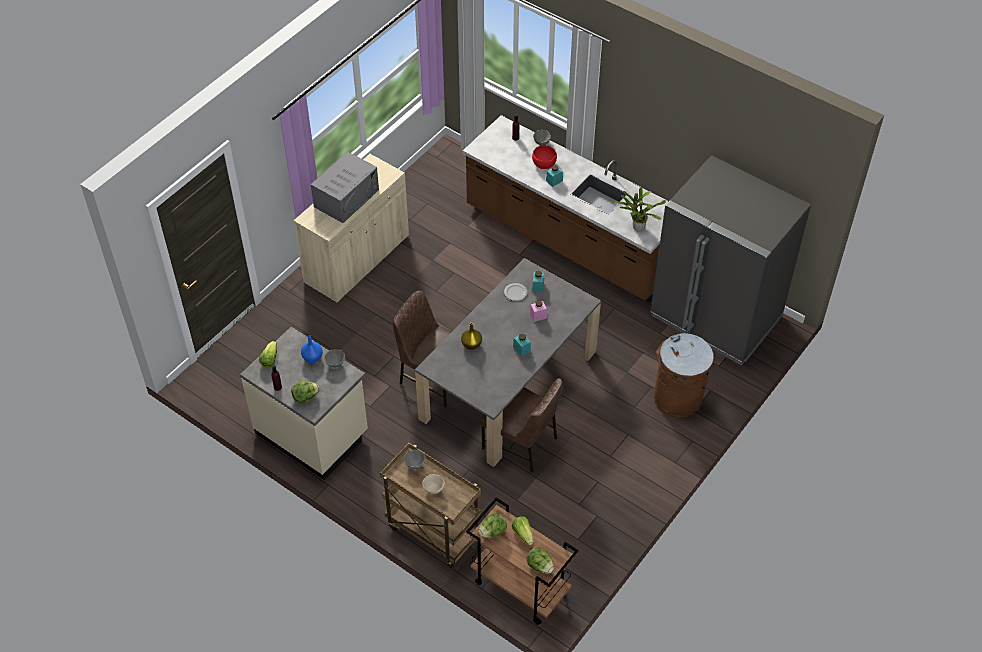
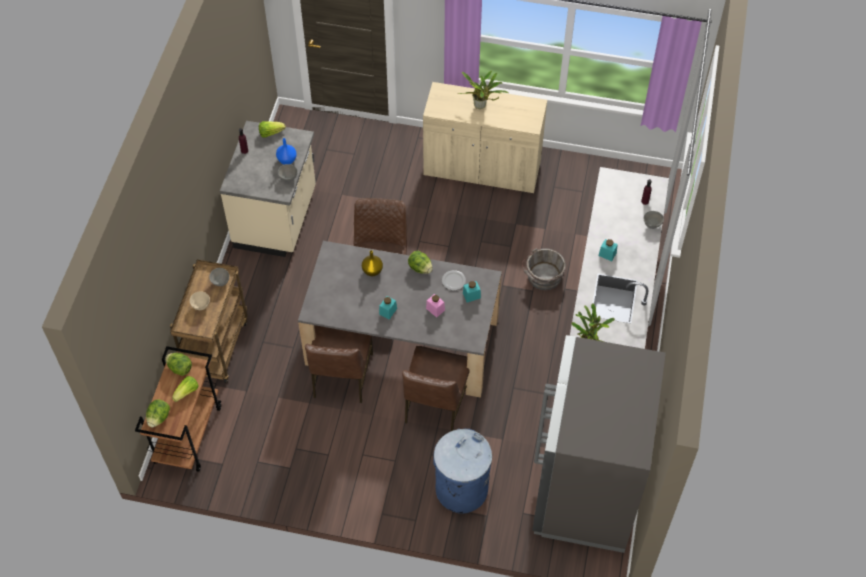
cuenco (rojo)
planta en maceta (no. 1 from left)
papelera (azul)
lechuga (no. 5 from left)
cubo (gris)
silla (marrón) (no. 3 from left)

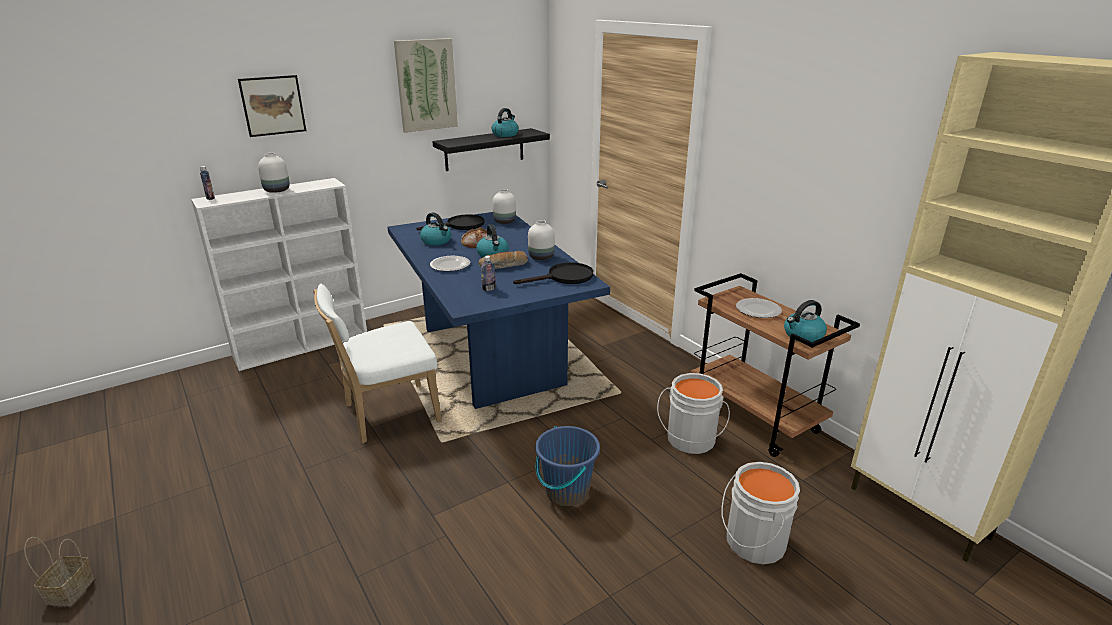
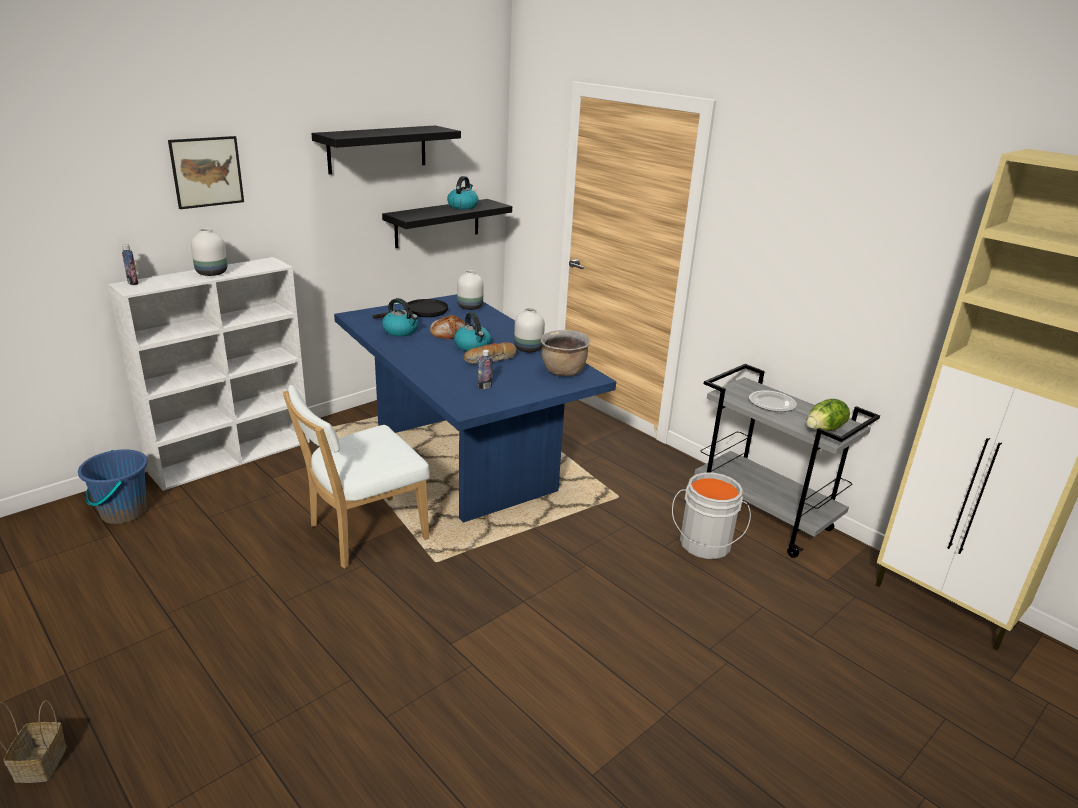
estante (negro) (no. 1 from left)
plato (no. 1 from left in the first image)
olla (marrón)
carrito (gris)
lechuga
cubo (azul)
cubo (gris) (no. 2 from left in the first image)

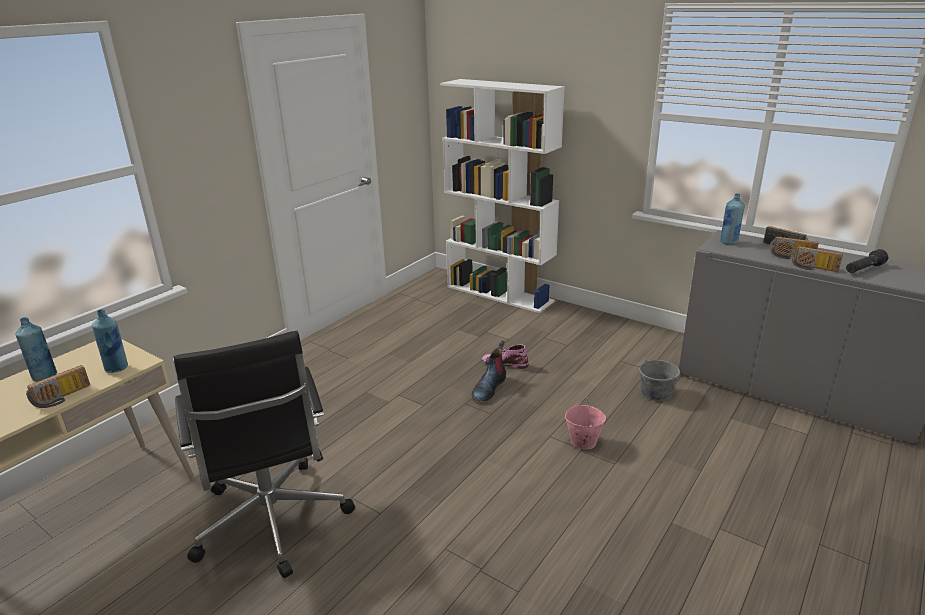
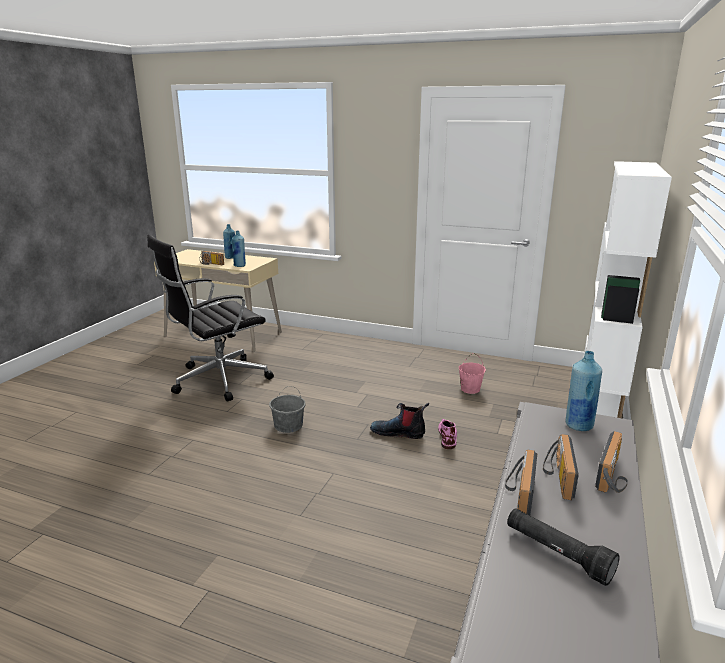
cubo (gris)
cubo (rosa)

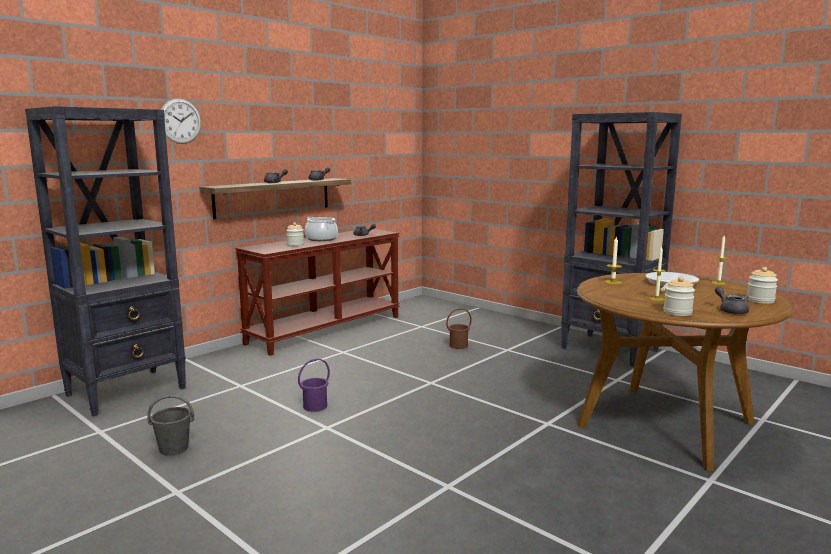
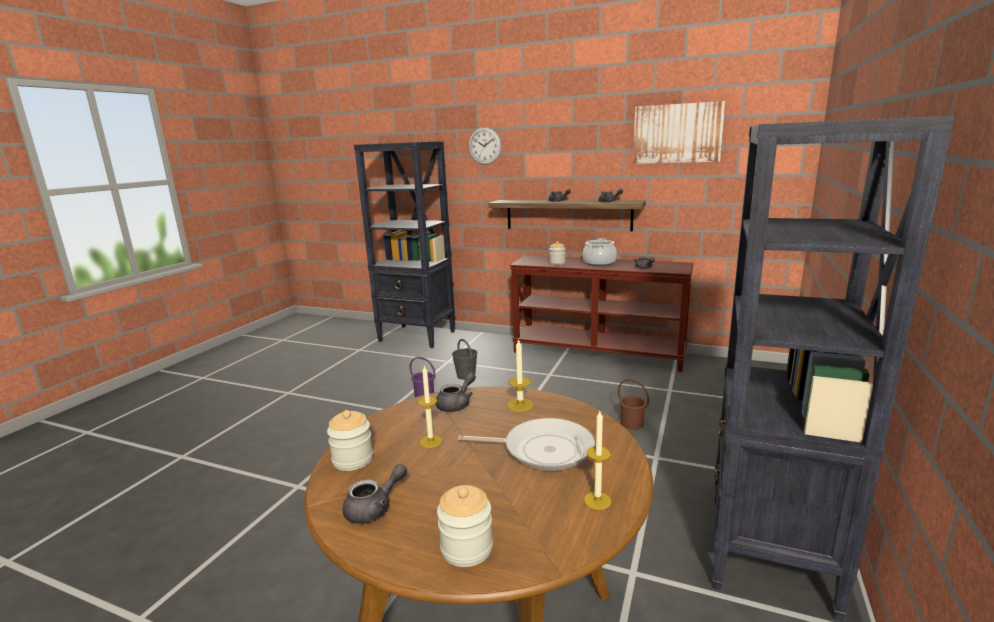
cubo (gris)
cuadro
tetera (gris) (no. 2 from left)

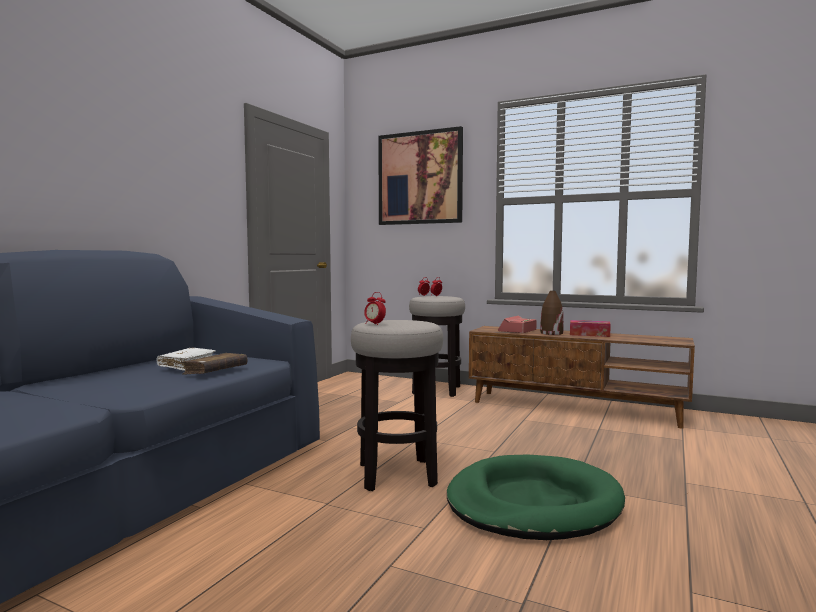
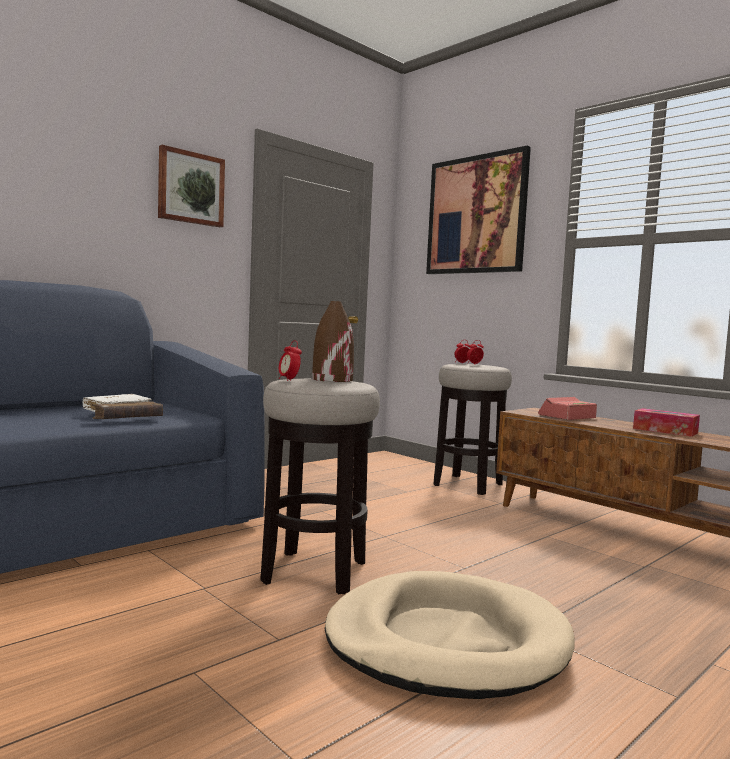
florero (marrón)
cama para perro (beis)
cuadro (no. 1 from left)

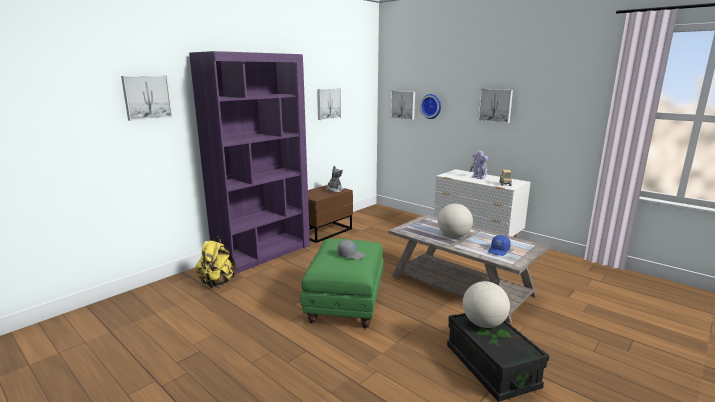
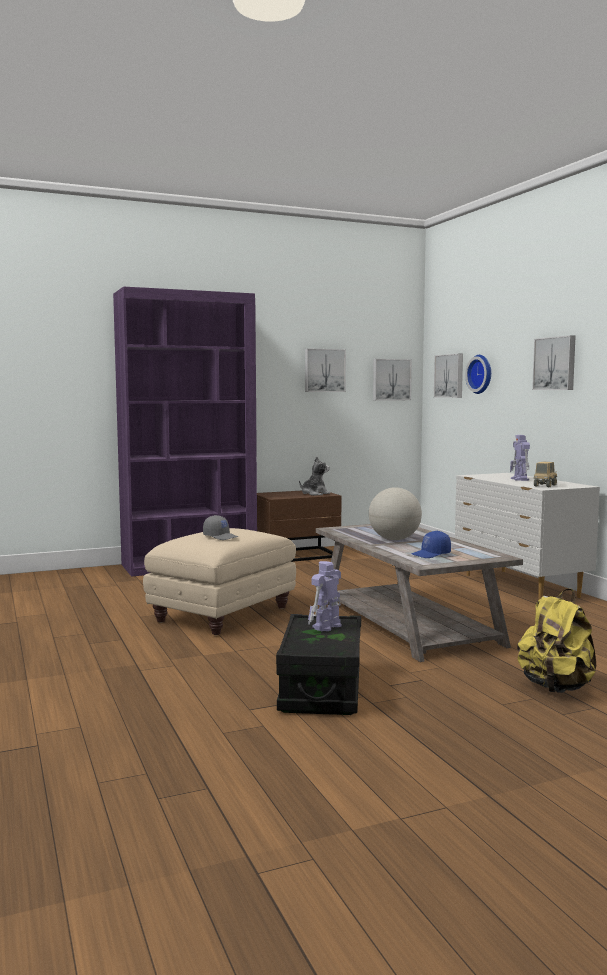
cuadro (no. 2 from left)
mochila (amarillo)
puf (beis)
robot de juguete (no. 1 from left)

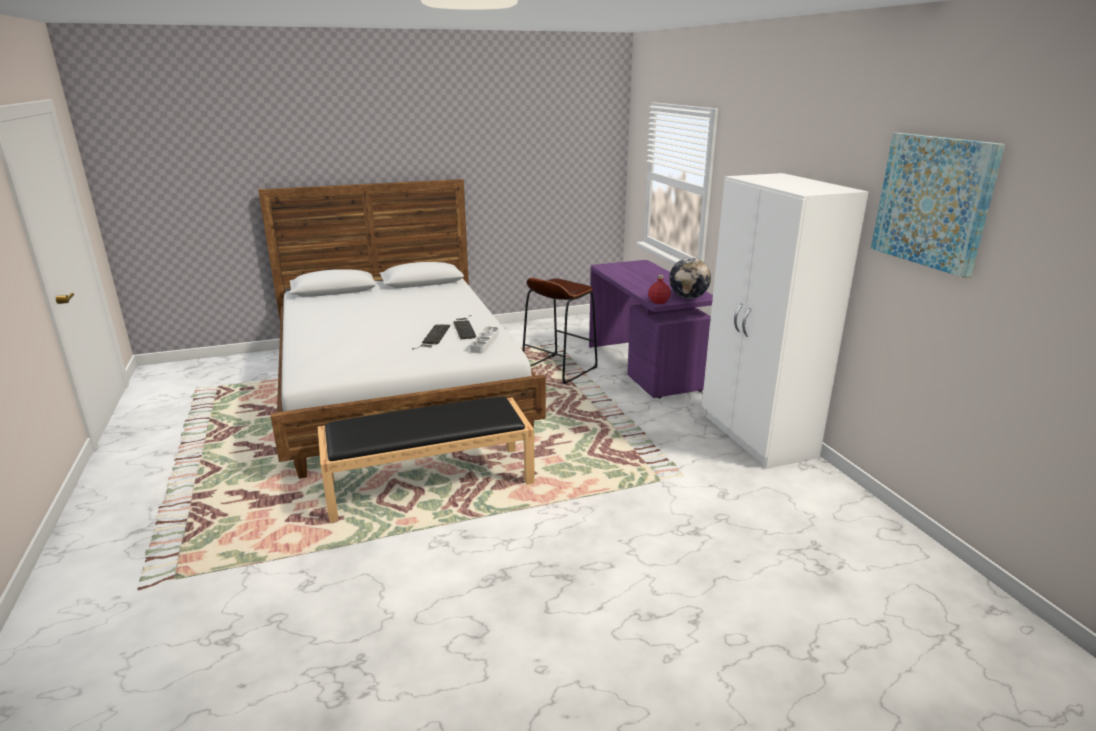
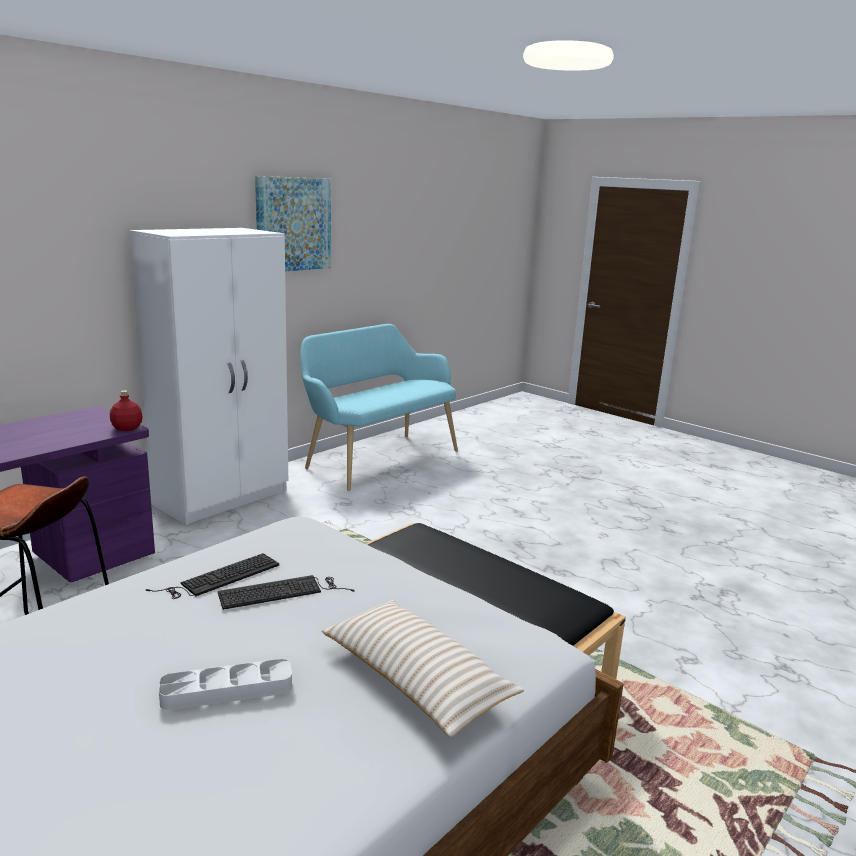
globo terráqueo
bandeja (gris)
banco (turquesa)
cojín (beis)

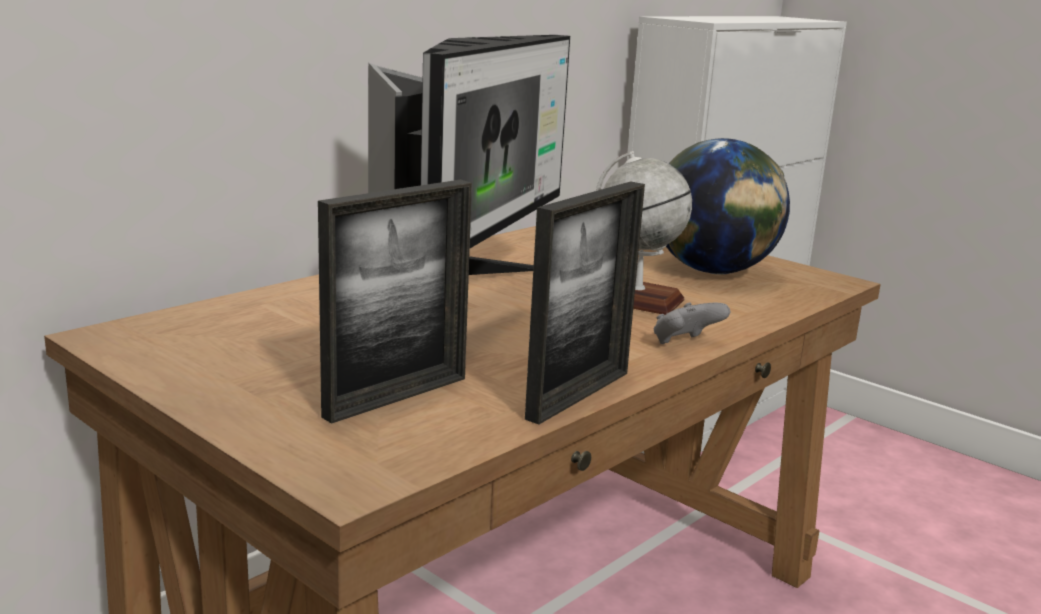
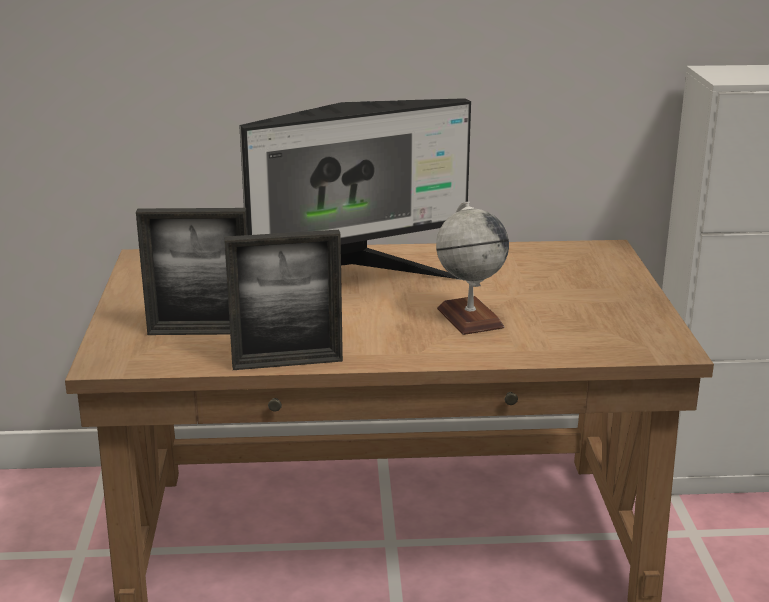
globo terráqueo (no. 2 from left in the first image)
mando de consola (gris)

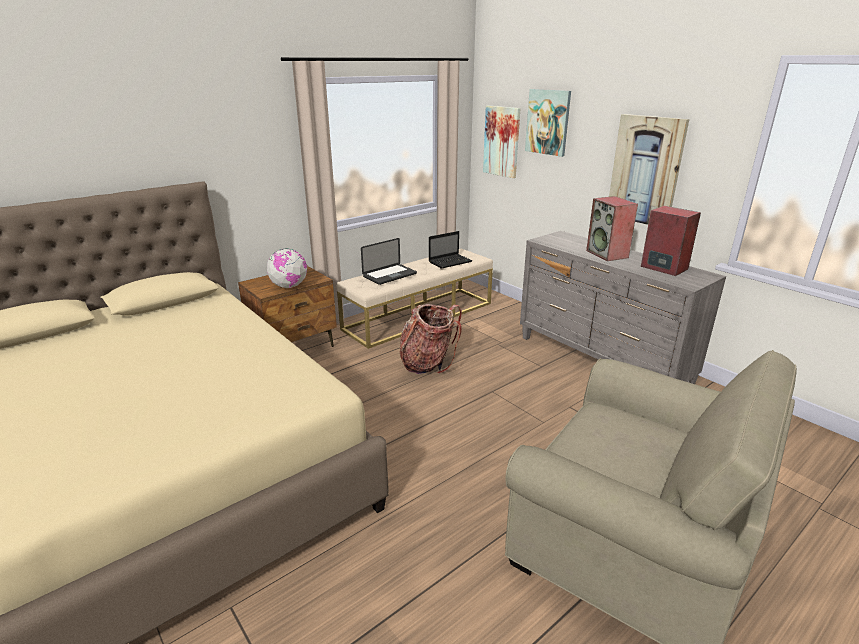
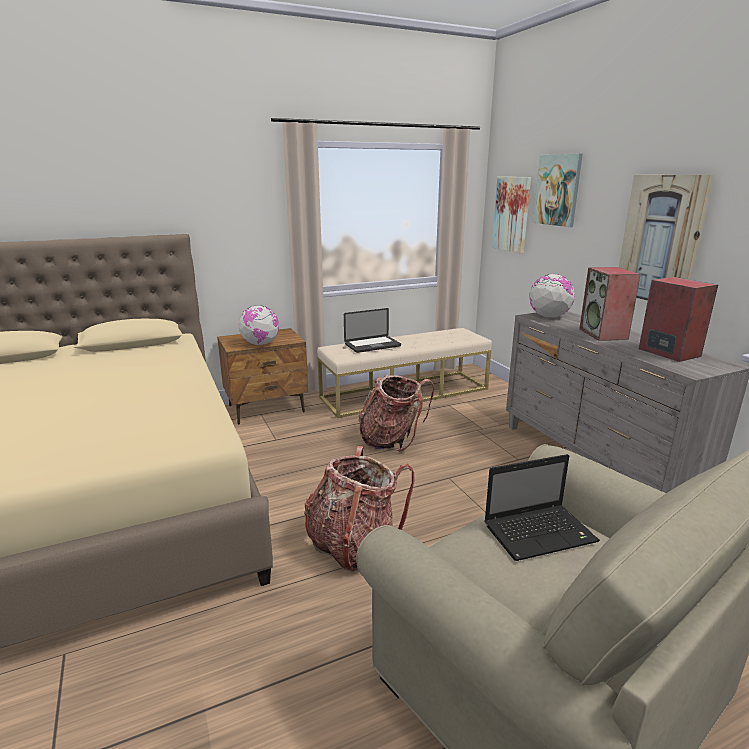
portátil (no. 2 from left)
globo terráqueo (no. 2 from left)
mochila (no. 1 from left)

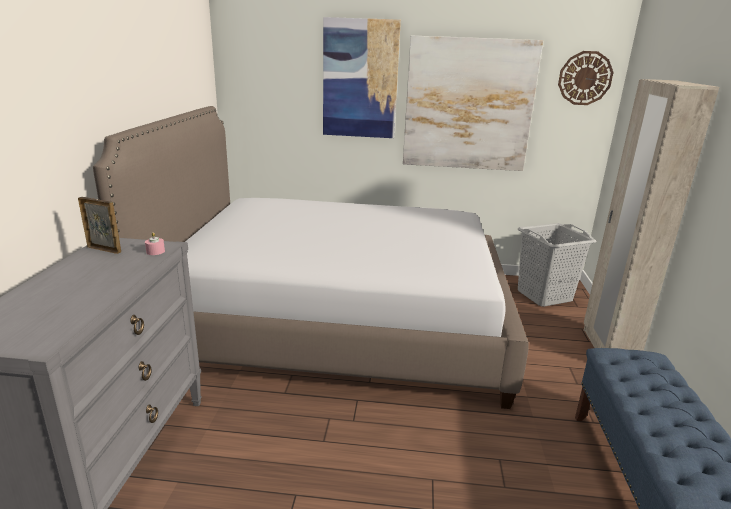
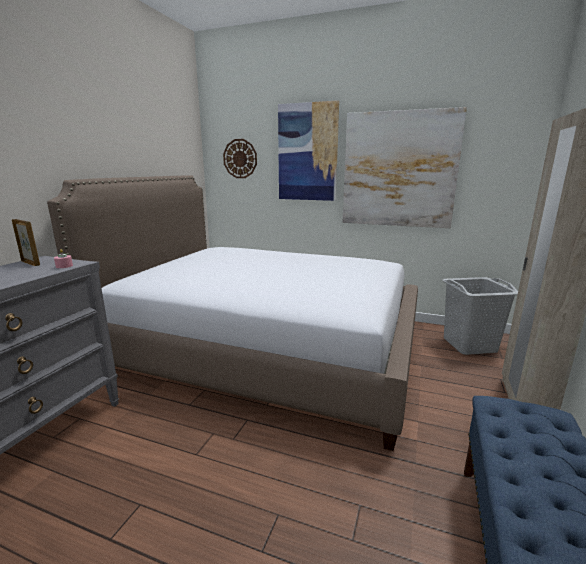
reloj de pared

